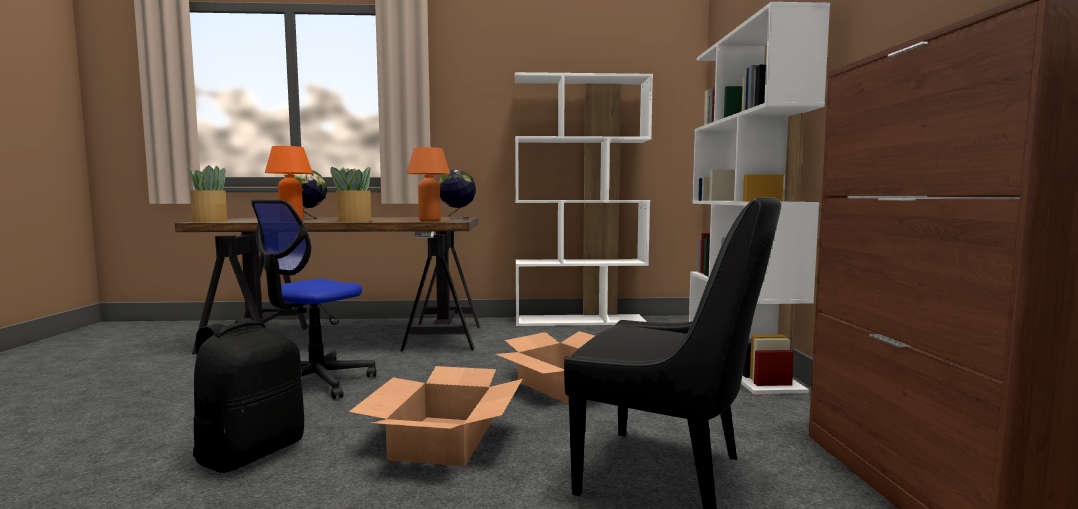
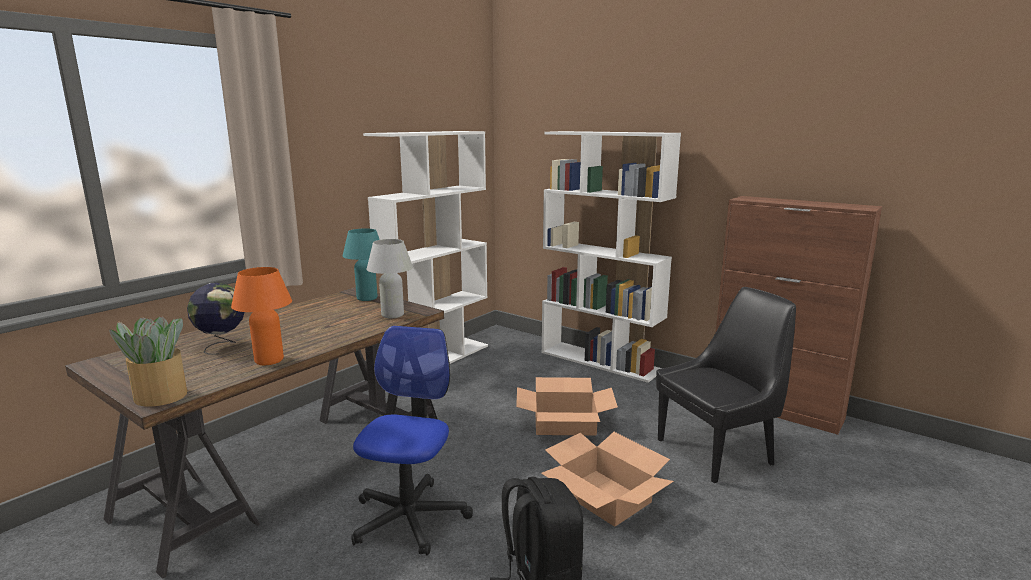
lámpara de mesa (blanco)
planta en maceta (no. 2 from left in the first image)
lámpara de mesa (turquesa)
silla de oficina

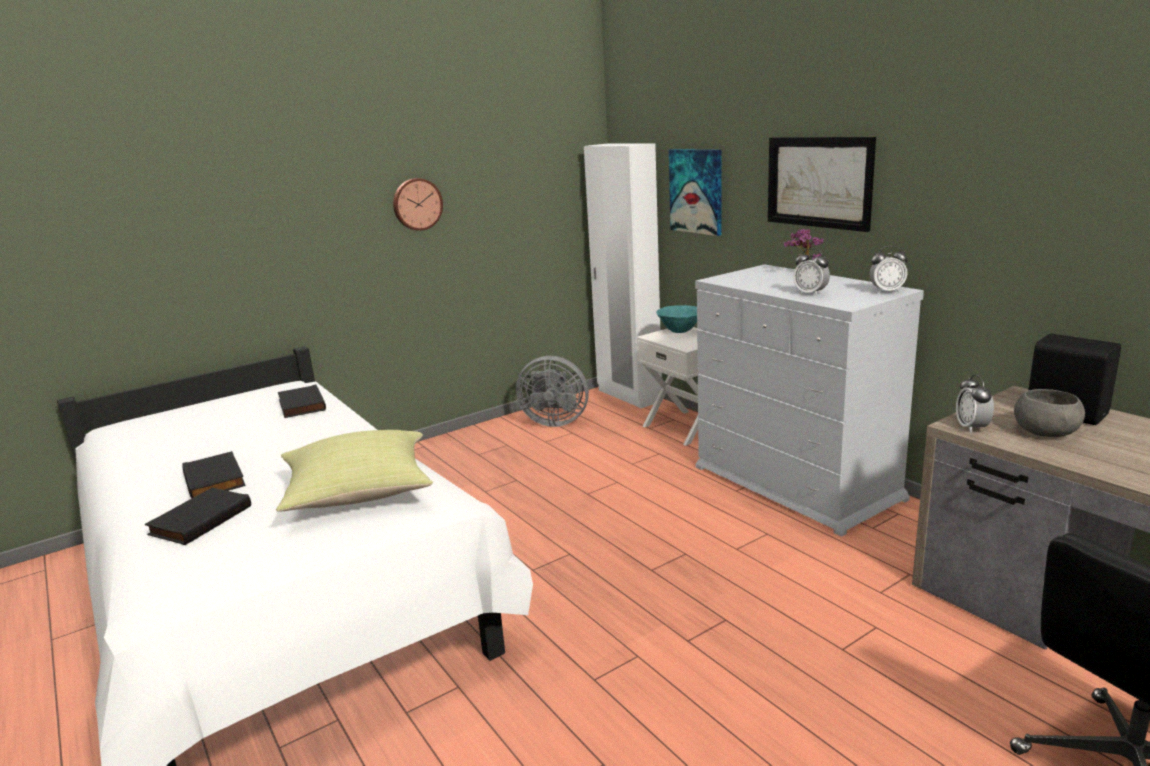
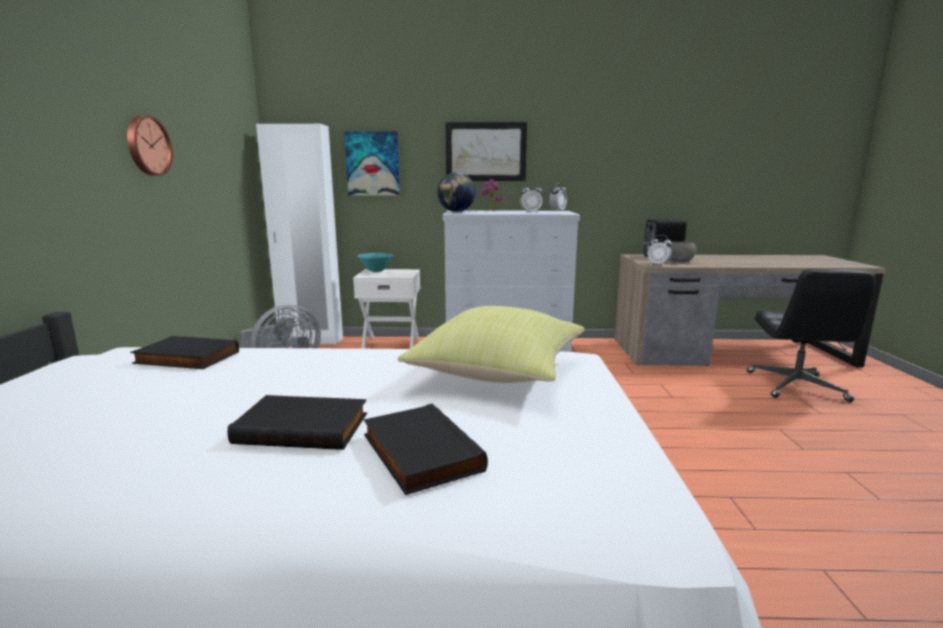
globo terráqueo

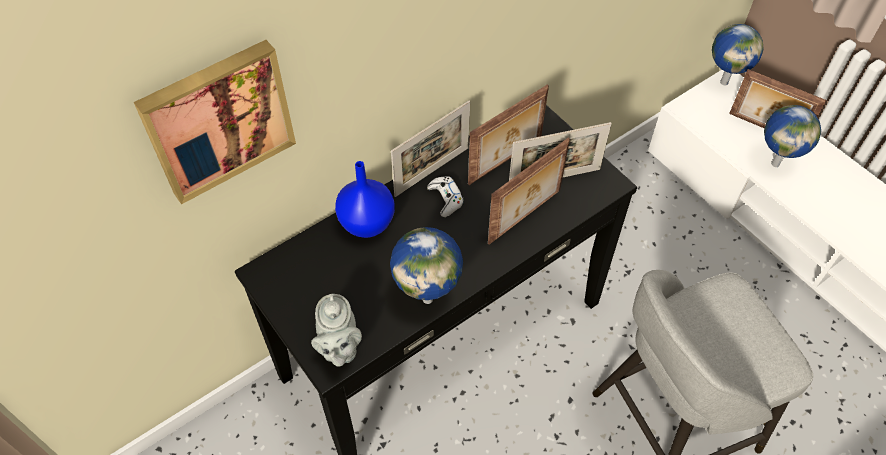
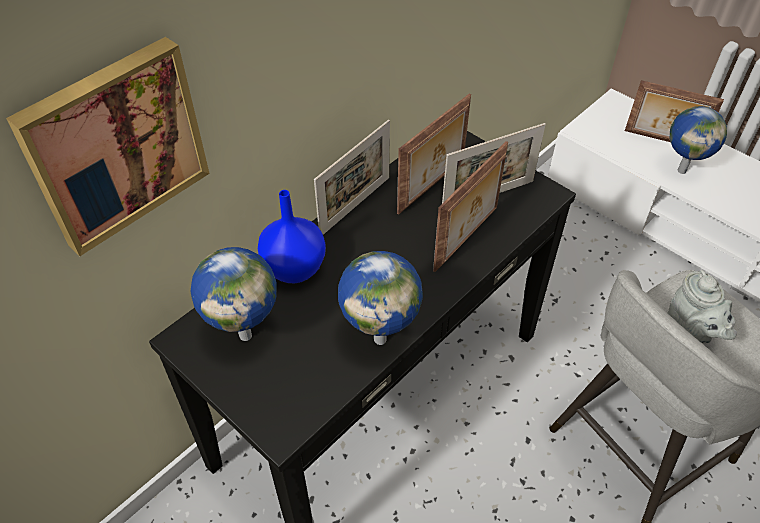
globo terráqueo (no. 1 from left)
mando de consola (blanco)
tetera (gris)

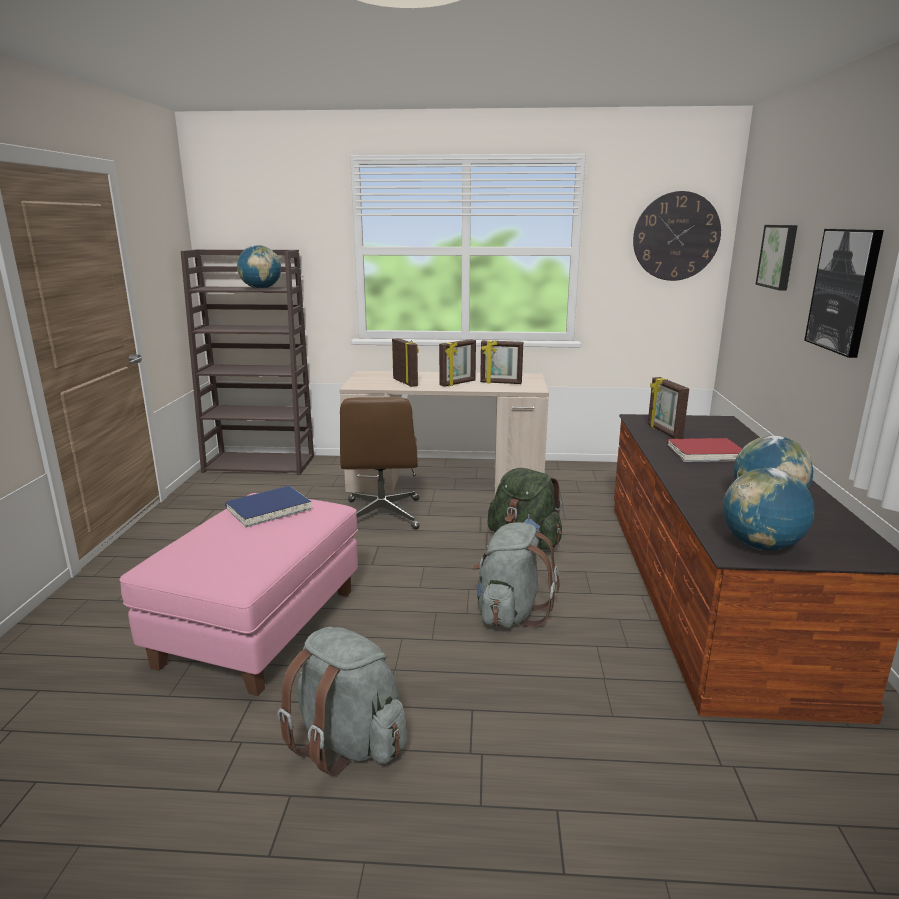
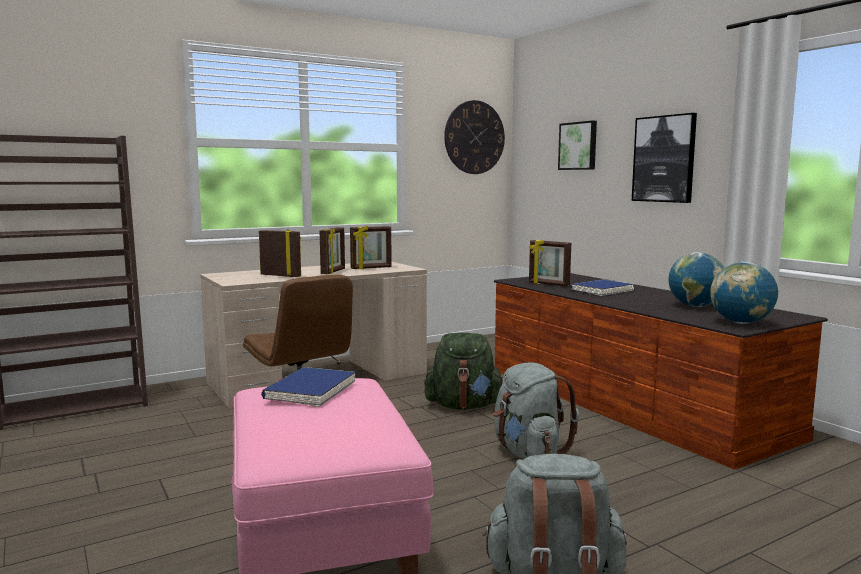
globo terráqueo (no. 1 from left in the first image)
libro (azul) (no. 2 from left)

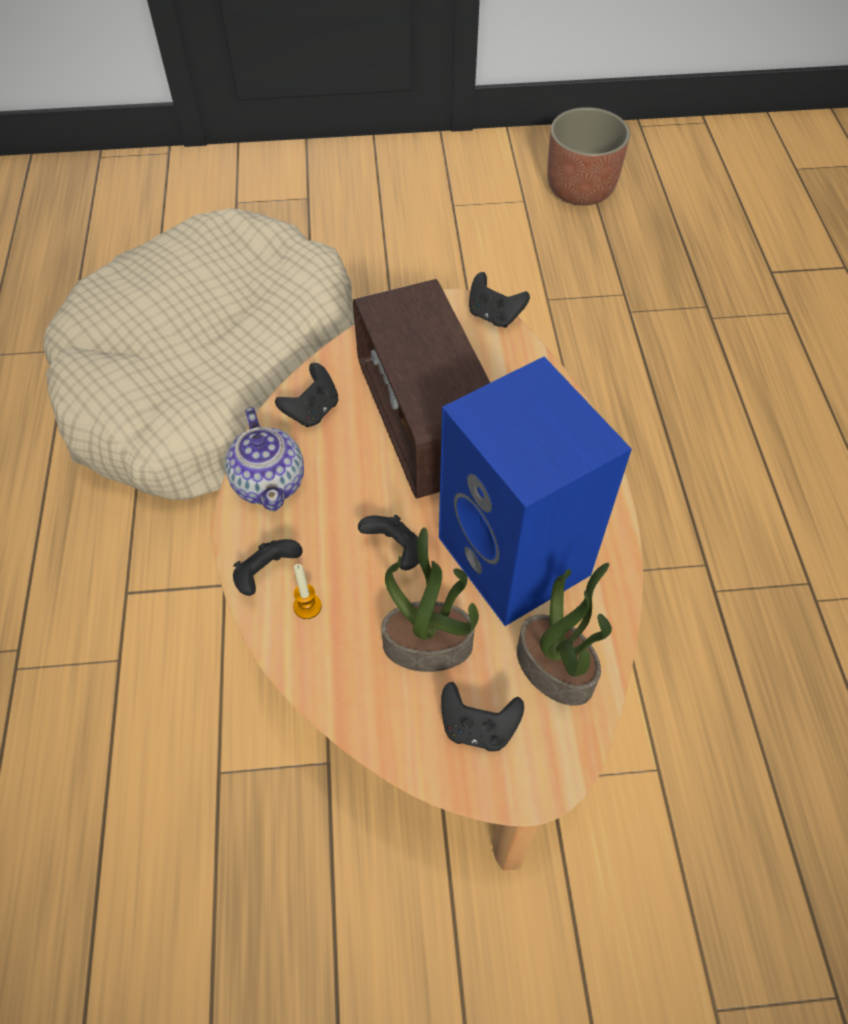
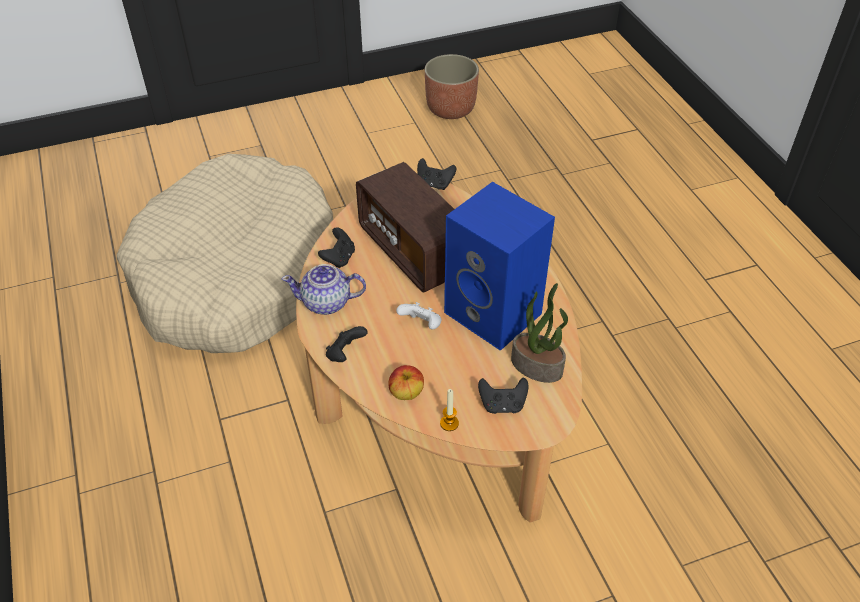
tetera
mando de consola (blanco)
planta en maceta (no. 1 from left in the first image)
vela
manzana

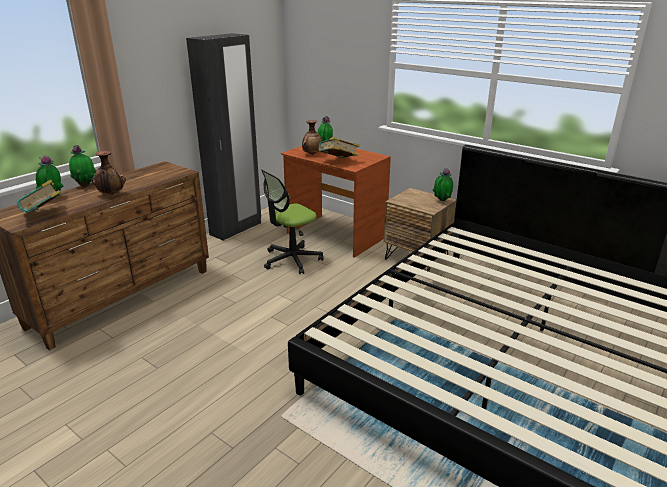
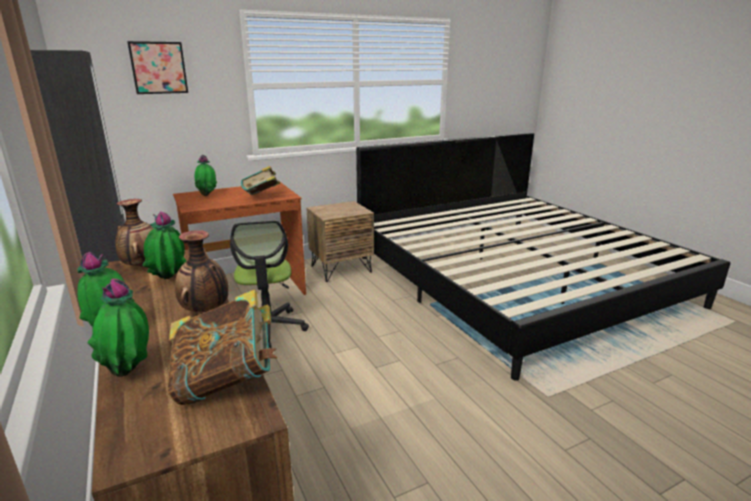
florero (no. 1 from left)
planta en maceta (no. 3 from left)
cuadro

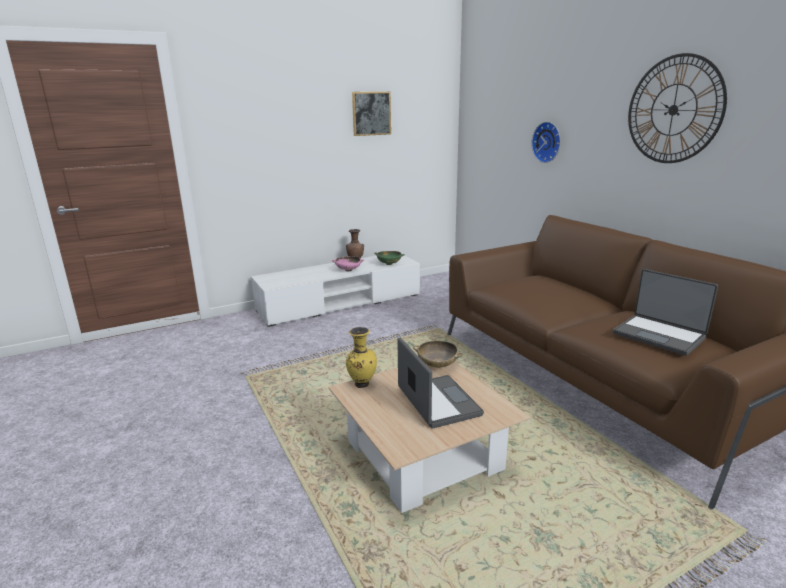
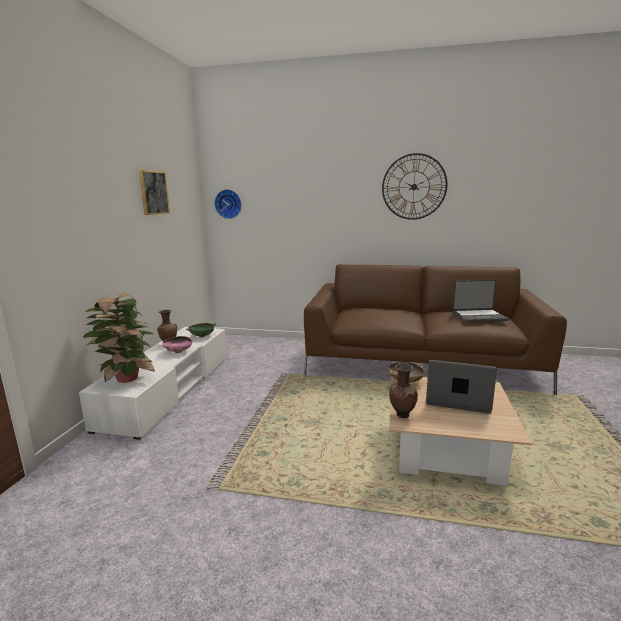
reloj de pared (no. 1 from left)
florero (marrón) (no. 2 from left)
planta en maceta

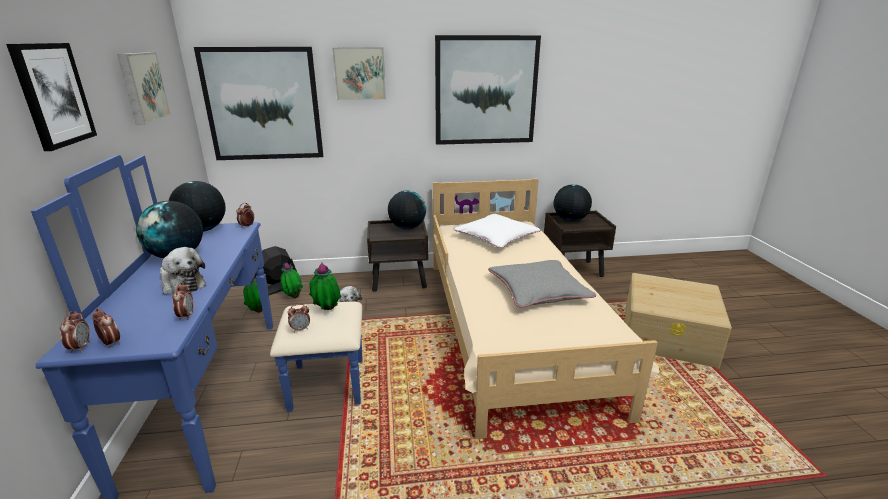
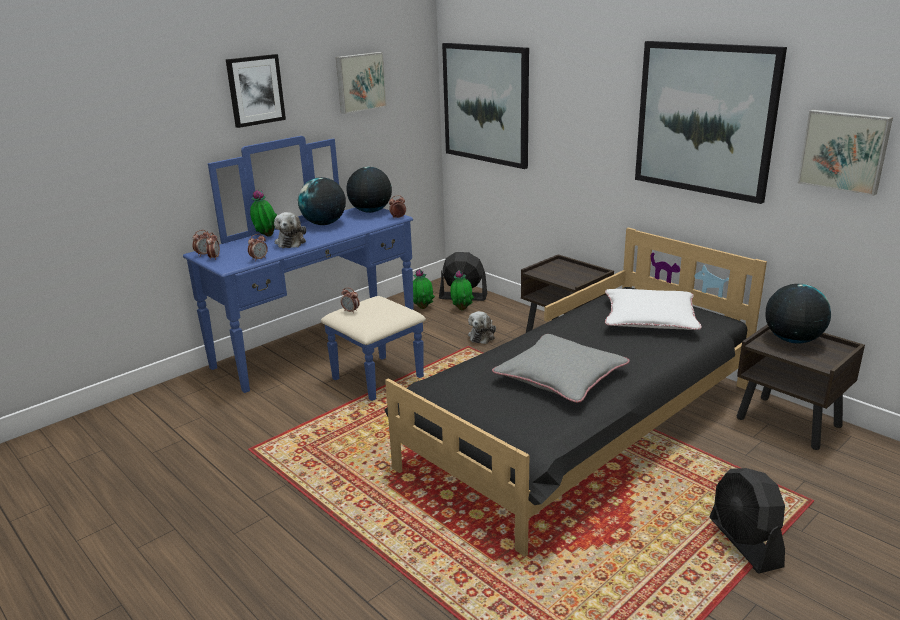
cuadro (no. 5 from left)
cama (negro)
globo terráqueo (no. 3 from left in the first image)
planta en maceta (no. 1 from left)
ventilador (negro) (no. 2 from left)

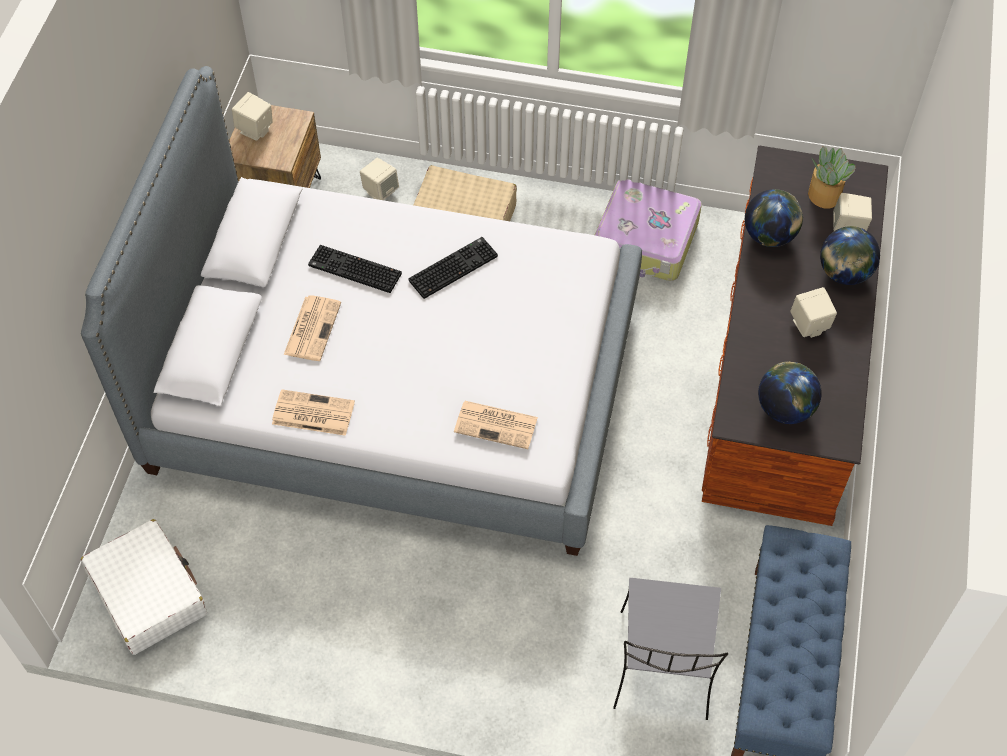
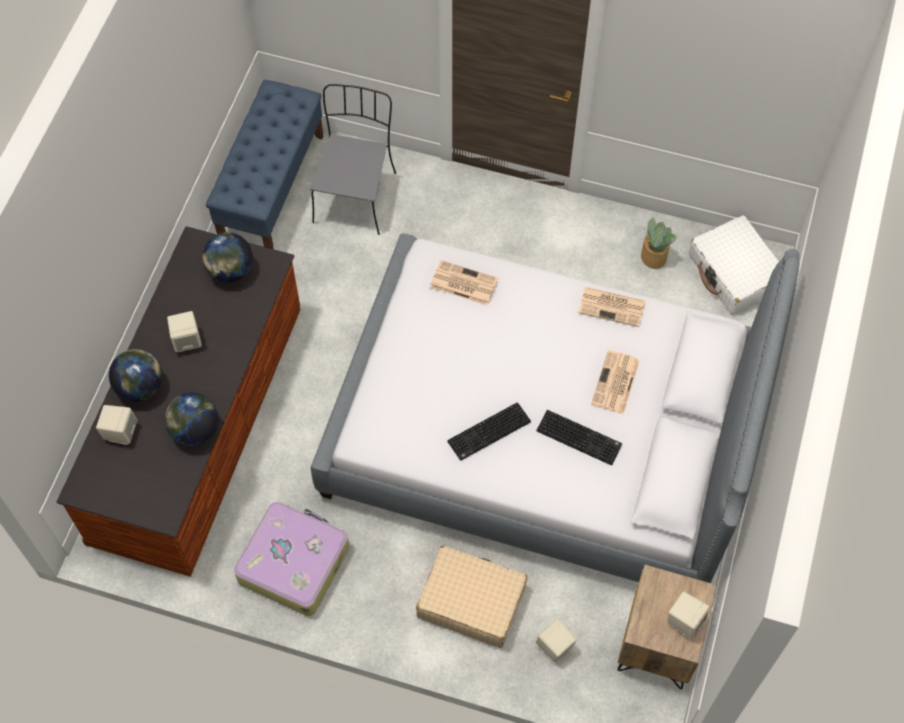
planta en maceta

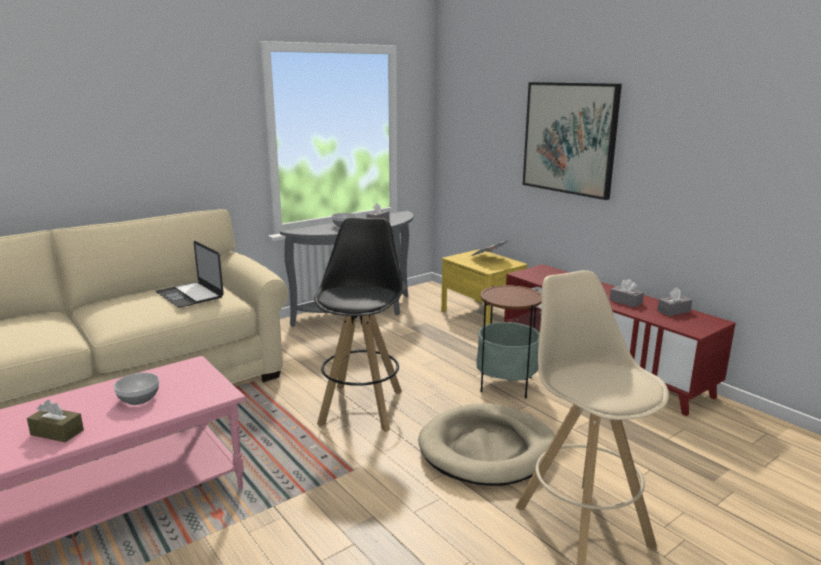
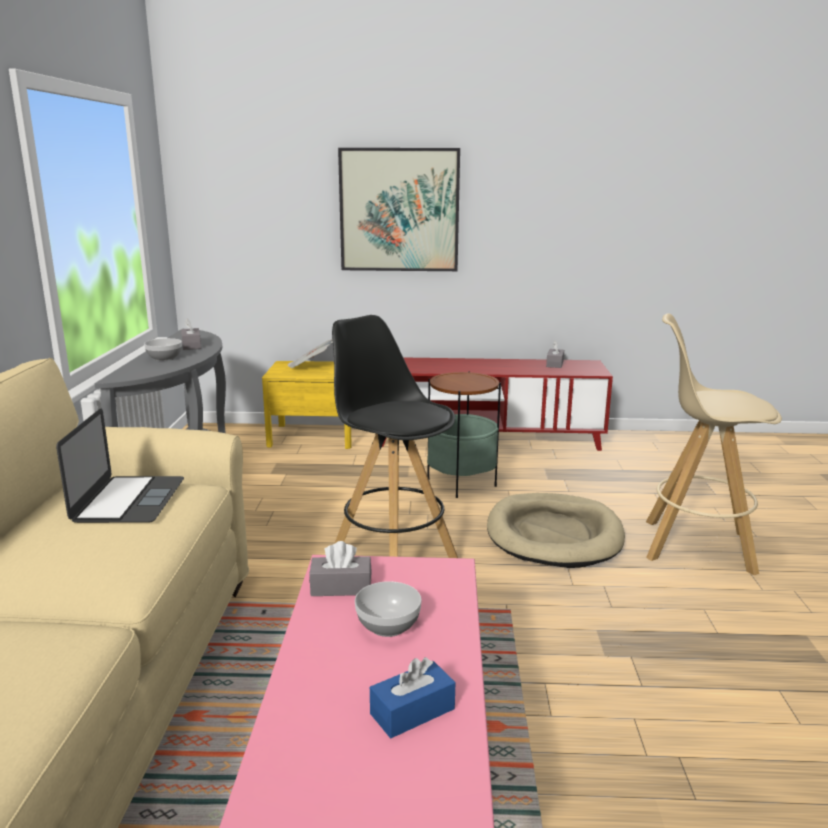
portátil
caja de pañuelos (gris) (no. 2 from left)
caja de pañuelos (azul)

